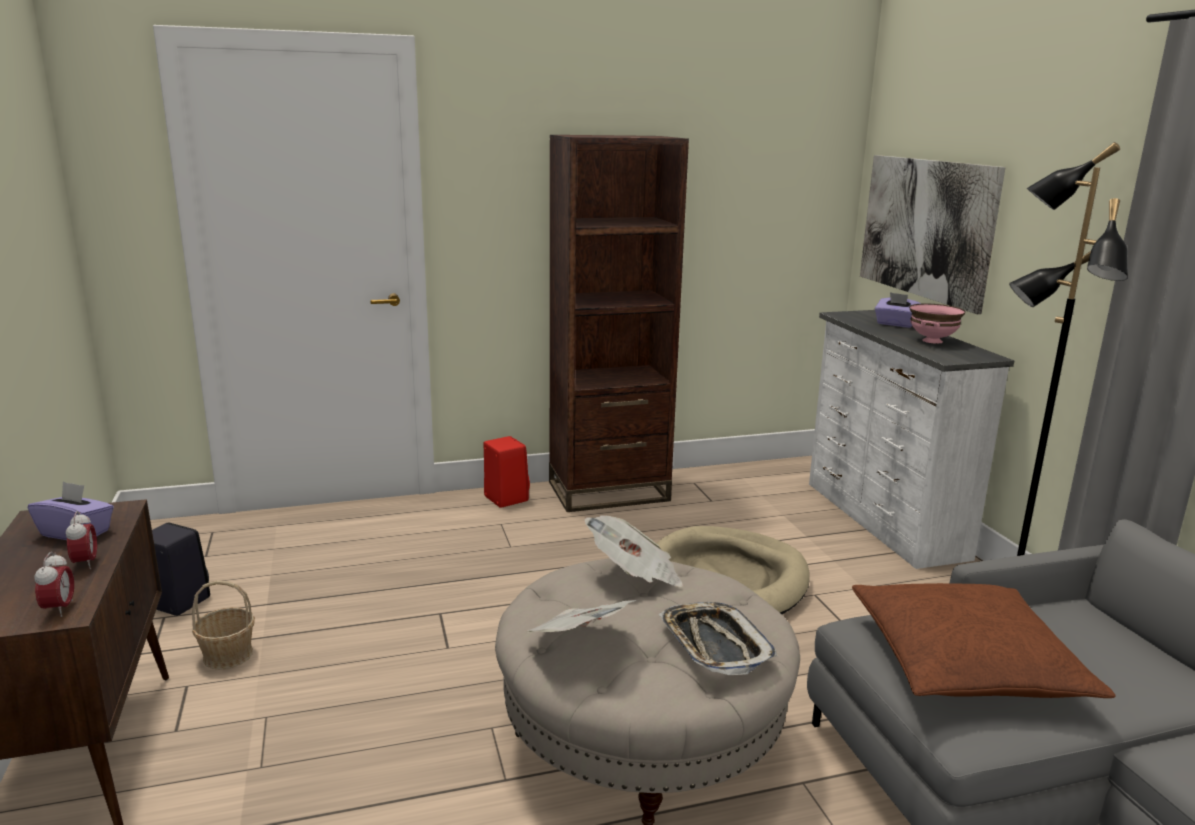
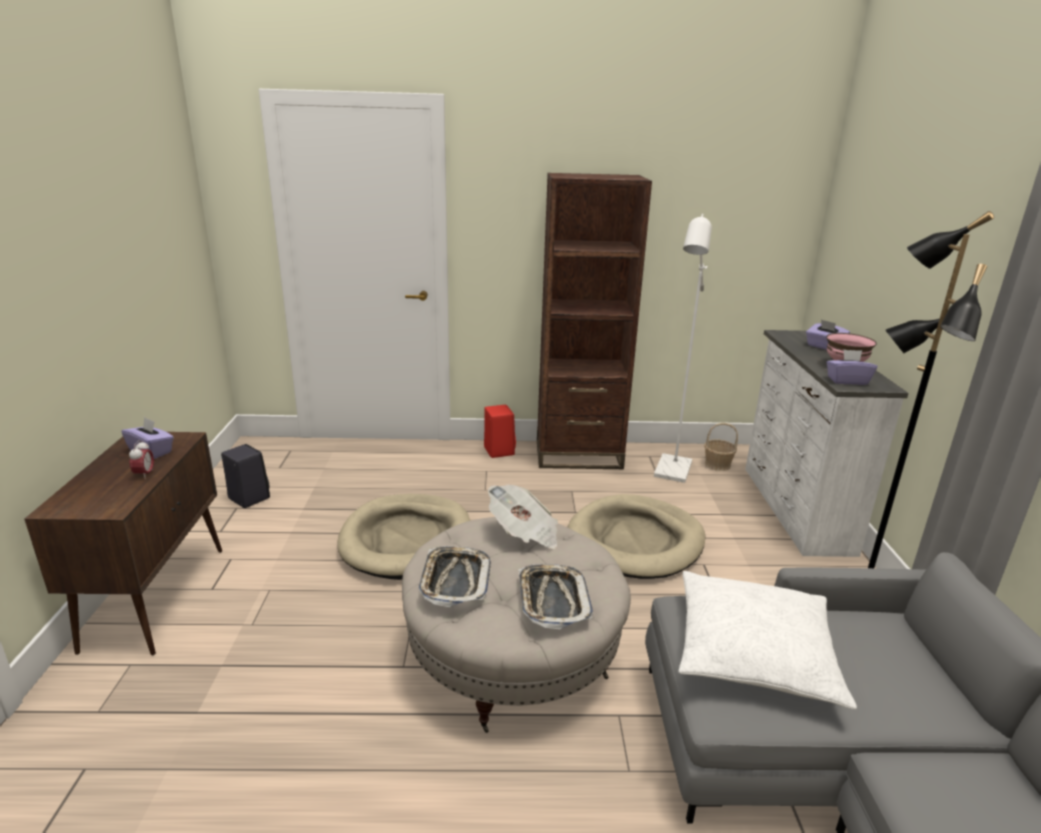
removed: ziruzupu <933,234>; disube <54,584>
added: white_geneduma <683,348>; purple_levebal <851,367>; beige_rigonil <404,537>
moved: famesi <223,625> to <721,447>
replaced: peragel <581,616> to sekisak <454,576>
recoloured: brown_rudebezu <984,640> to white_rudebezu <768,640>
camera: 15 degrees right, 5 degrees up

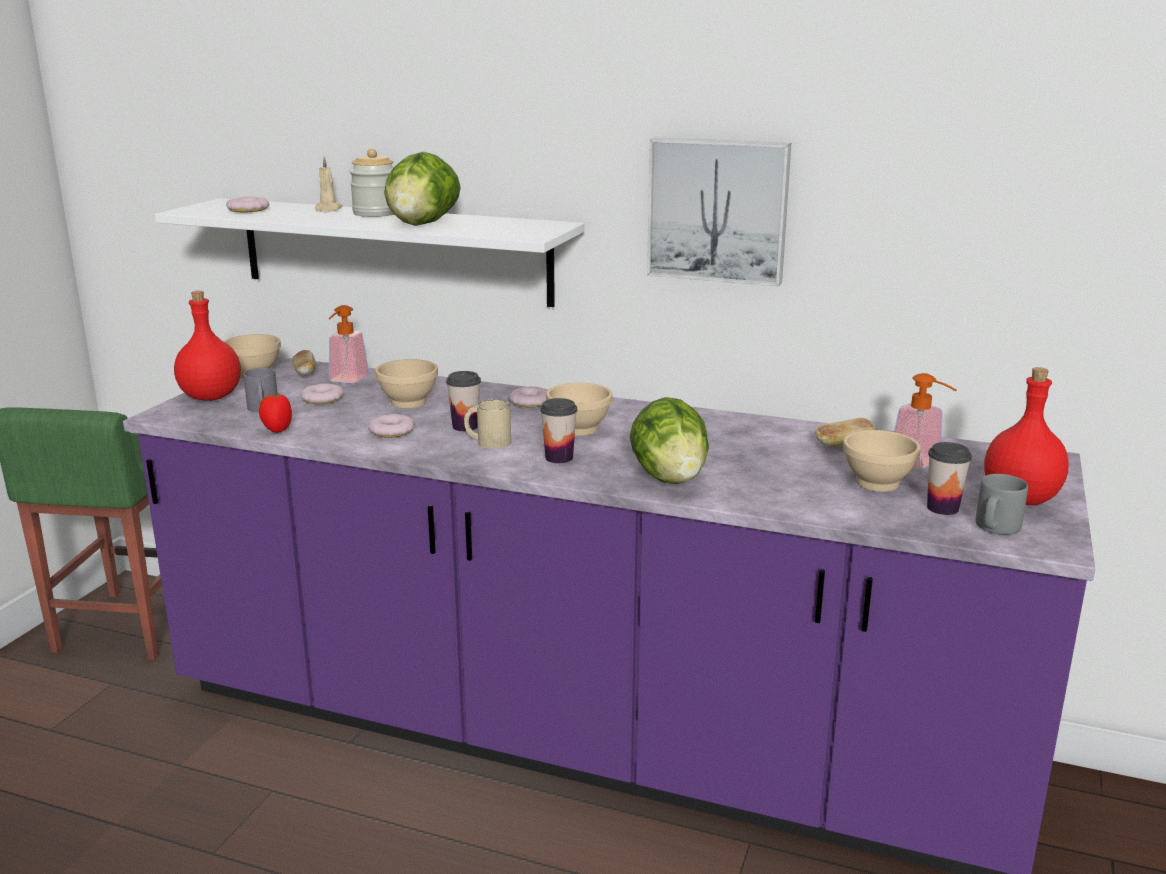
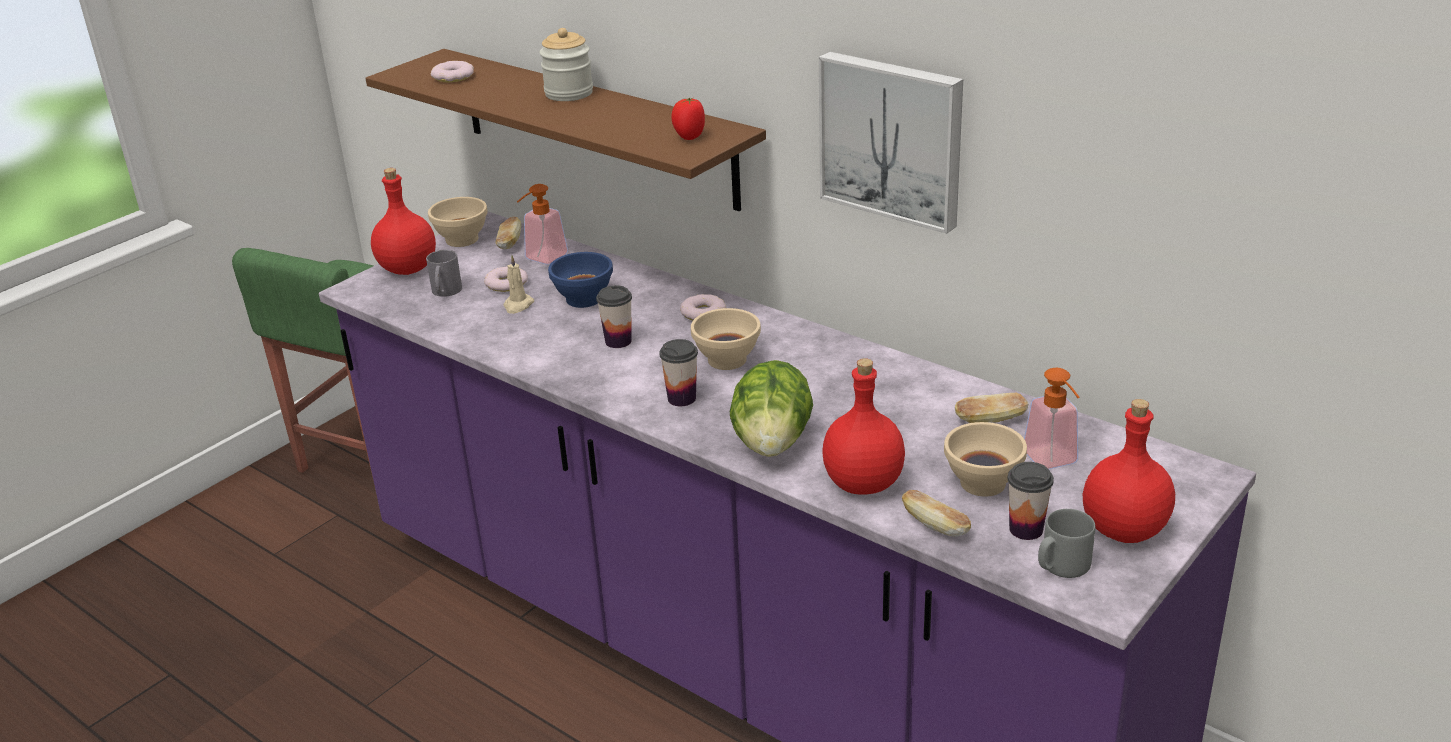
removed: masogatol <422,189>; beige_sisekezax <487,424>; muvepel <391,426>
added: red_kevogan <863,426>; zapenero <936,513>
moved: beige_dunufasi <329,184> to <518,284>; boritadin <275,413> to <688,119>
recoloured: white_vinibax <370,252> to brown_vinibax <566,130>; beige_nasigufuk <406,383> to blue_nasigufuk <580,280>
camera: 20 degrees right, 10 degrees up

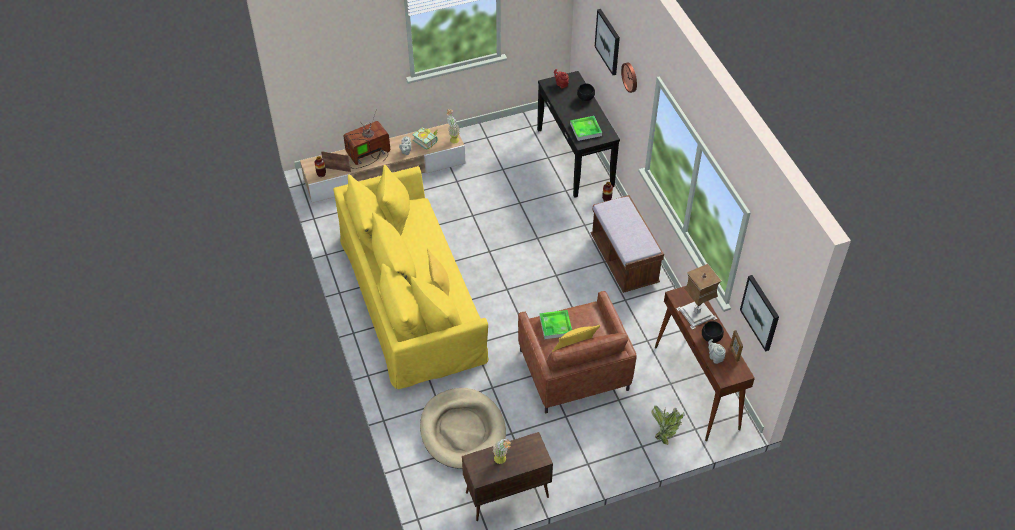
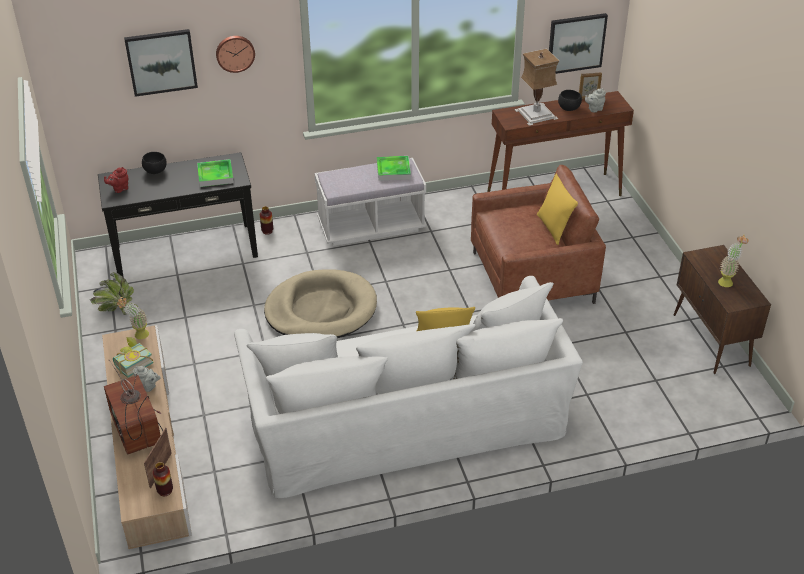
moved: sekisak <555,324> to <394,168>; beige_rigonil <463,428> to <320,303>; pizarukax <668,425> to <114,293>
recoloured: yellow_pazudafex <410,277> to white_pazudafex <408,387>; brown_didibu <627,244> to white_didibu <370,202>
camera: 85 degrees left, 10 degrees down

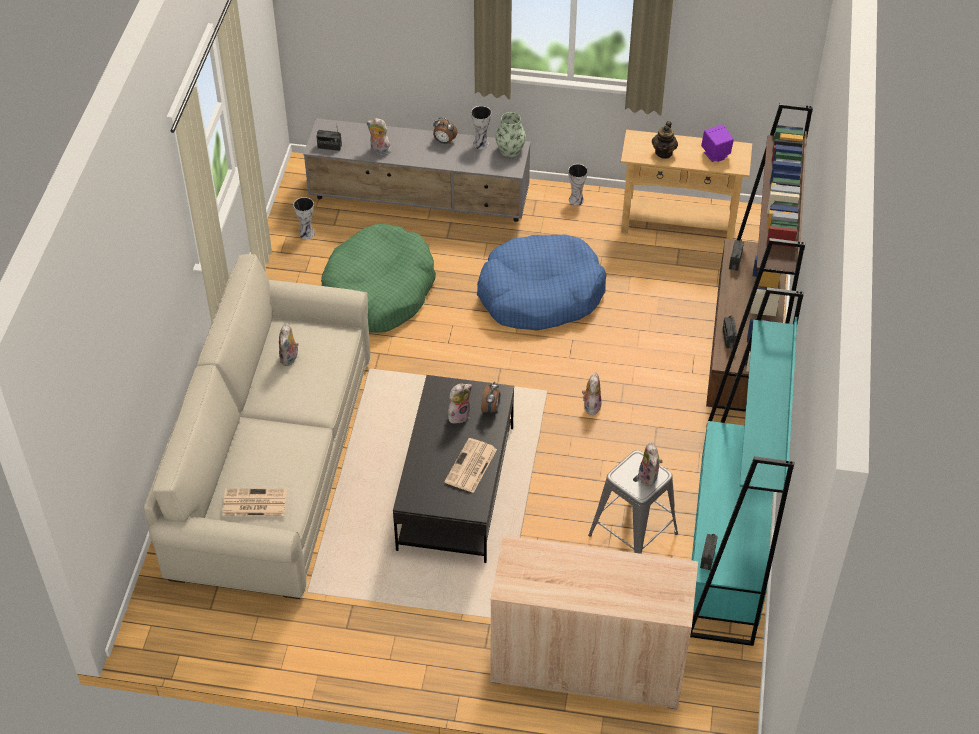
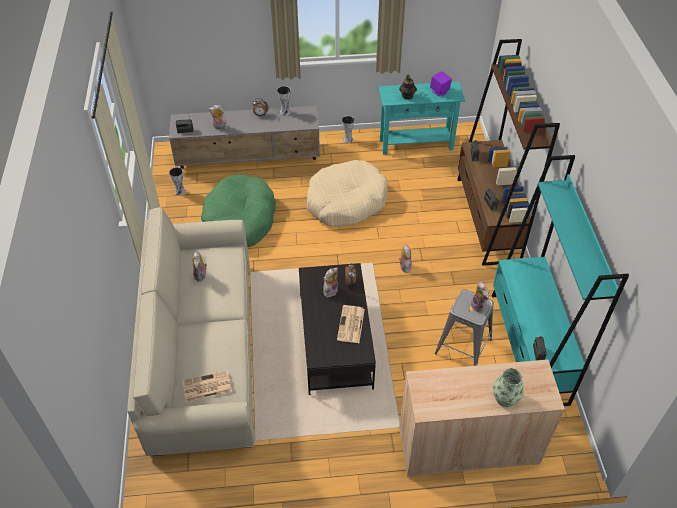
moved: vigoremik <510,134> to <508,387>
recoloured: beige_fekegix <686,185> to turquoise_fekegix <421,118>; blue_rigonil <542,282> to beige_rigonil <347,193>
camera: 15 degrees left, 0 degrees up

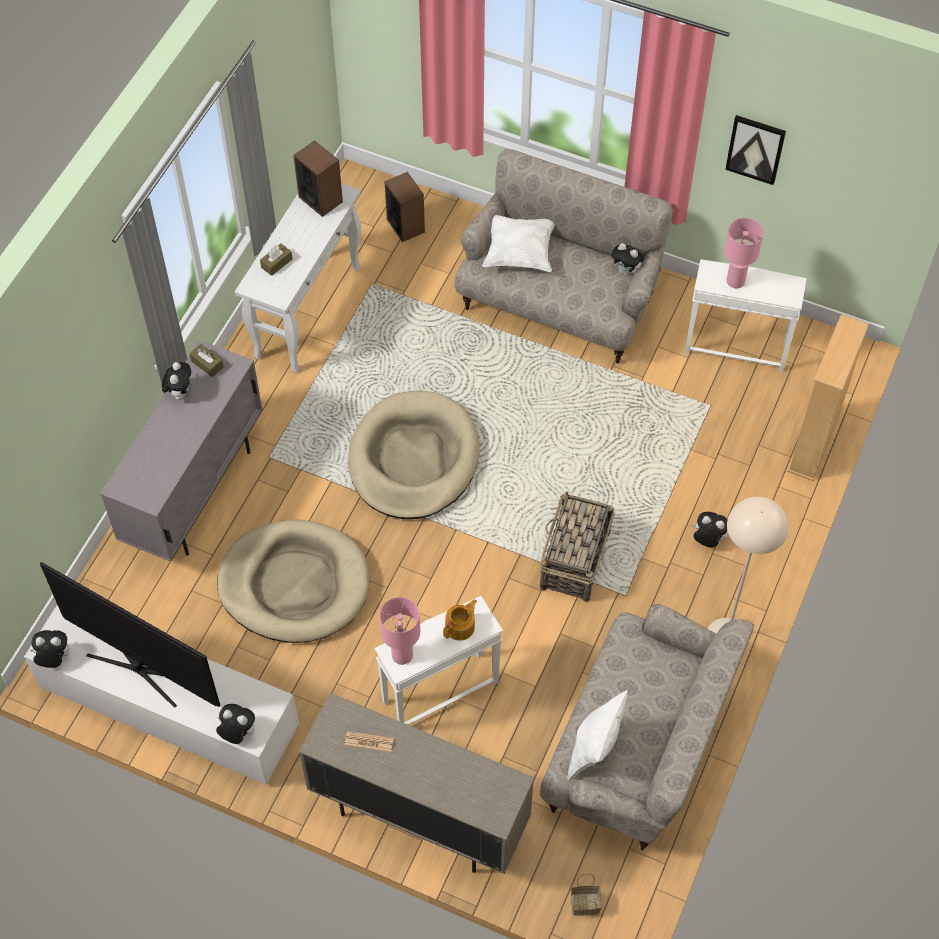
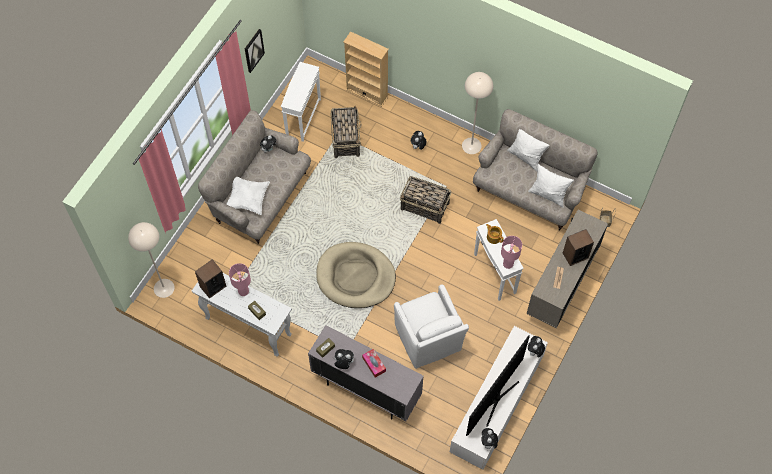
added: famesi <346,132>; white_rudebezu <528,150>; beige_geneduma <151,260>; levebal <374,363>
moved: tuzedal <404,207> to <578,247>; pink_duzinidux <744,253> to <240,279>
replaced: beige_rigonil <293,581> to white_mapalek <431,326>
camera: 85 degrees left, 5 degrees up

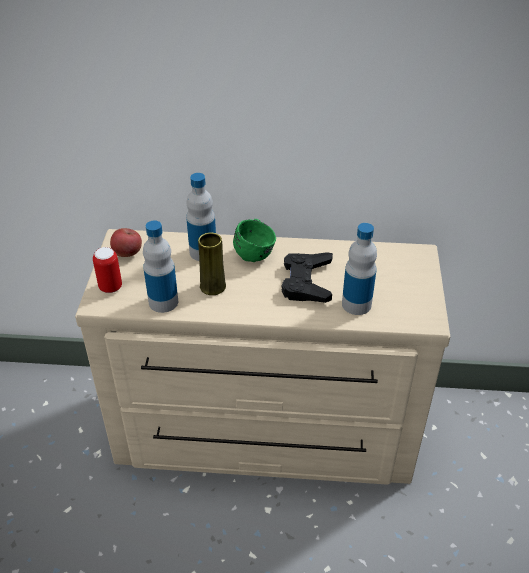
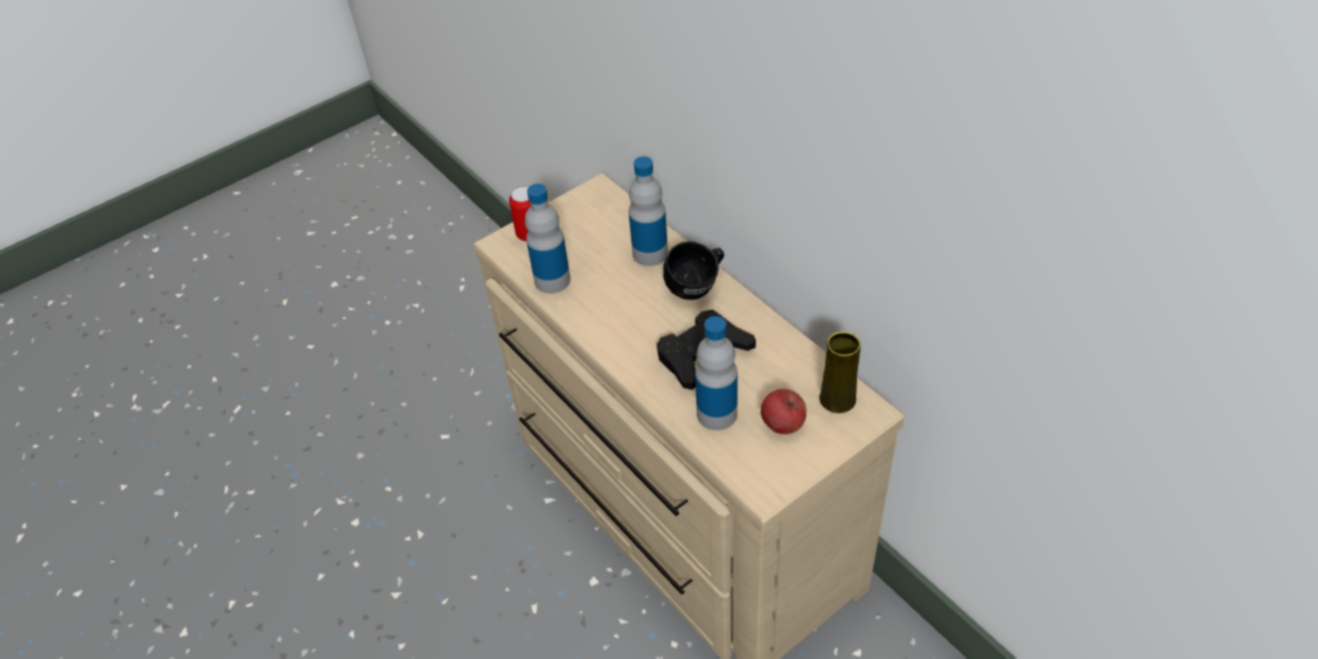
moved: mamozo <126,242> to <783,411>; yellow_vigoremik <212,264> to <840,372>
recoloured: green_sisekezax <254,240> to black_sisekezax <693,270>
camera: 50 degrees right, 5 degrees up

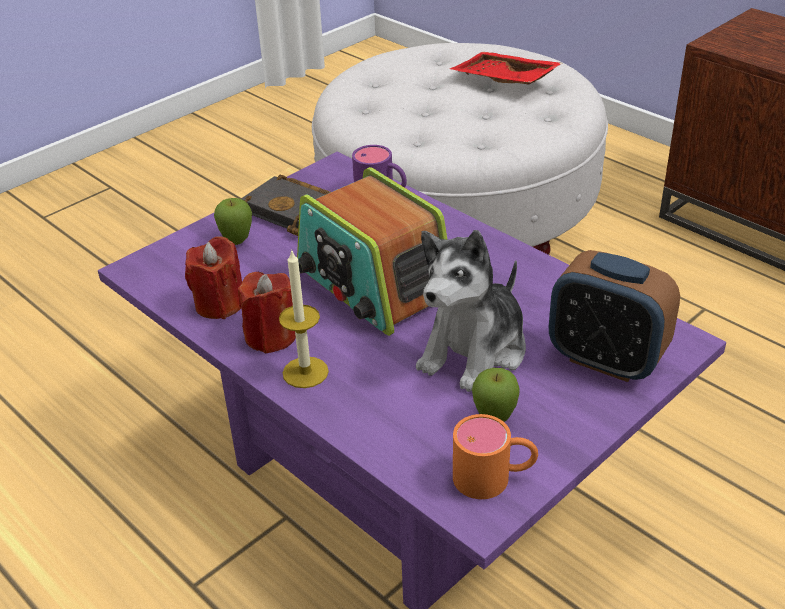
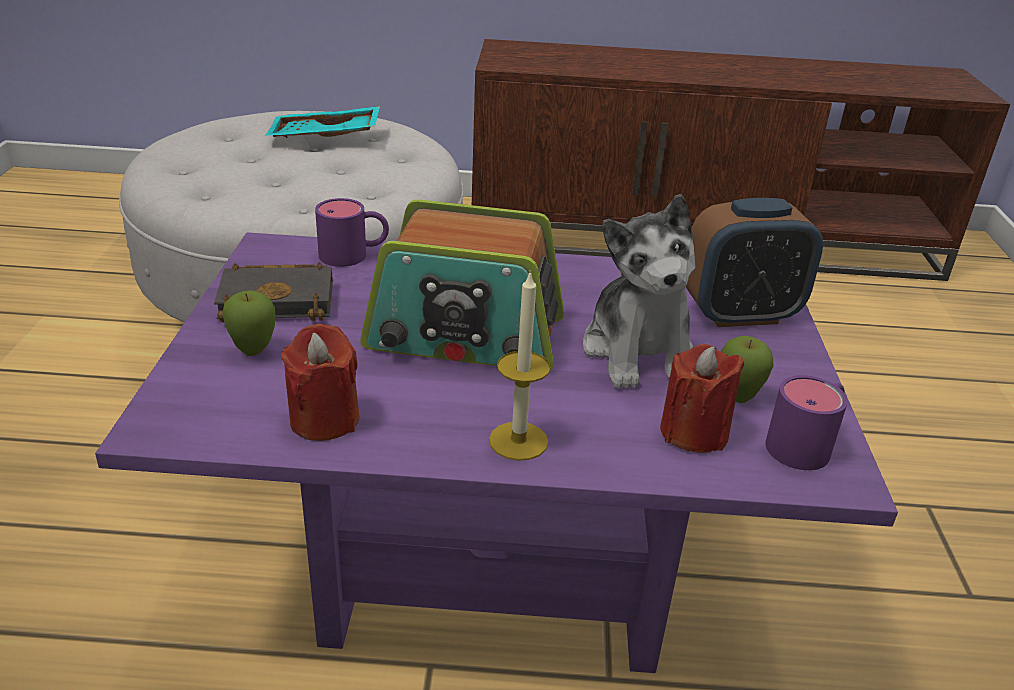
moved: red_dunufasi <267,312> to <702,398>
recoloured: red_sekisak <506,68> to turquoise_sekisak <322,122>; orange_sisekezax <495,456> to purple_sisekezax <806,422>
camera: 45 degrees left, 5 degrees down

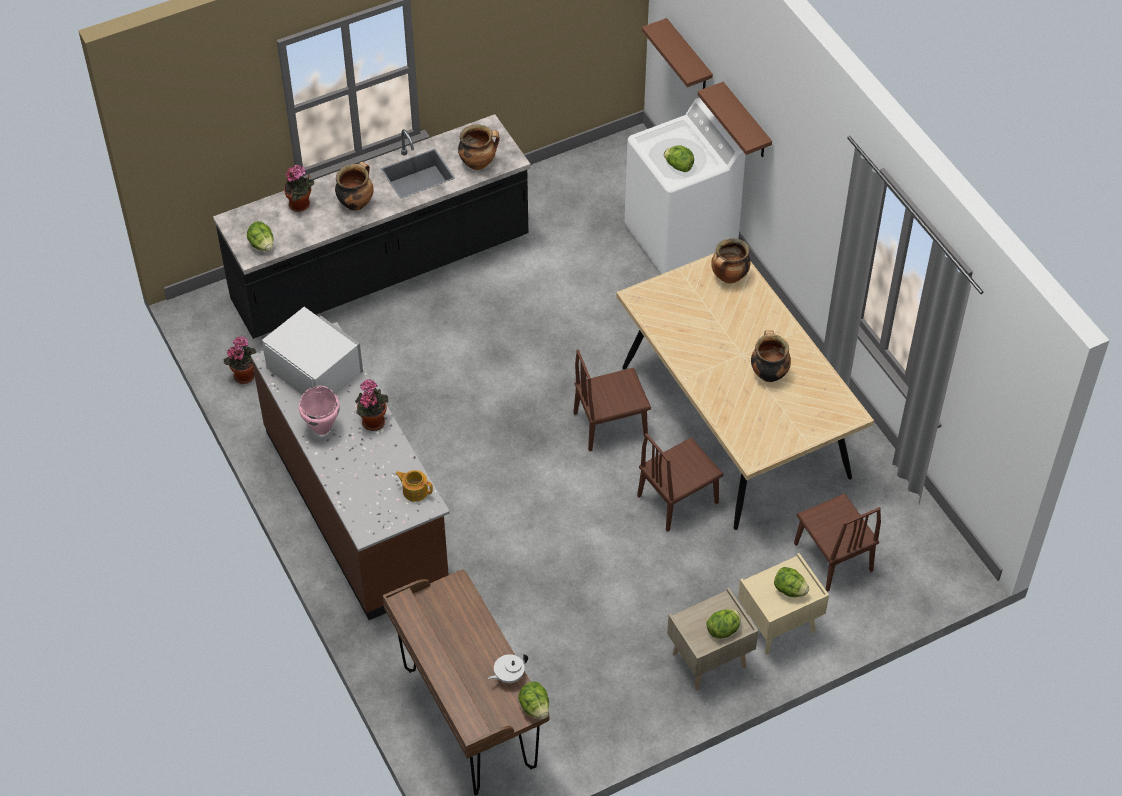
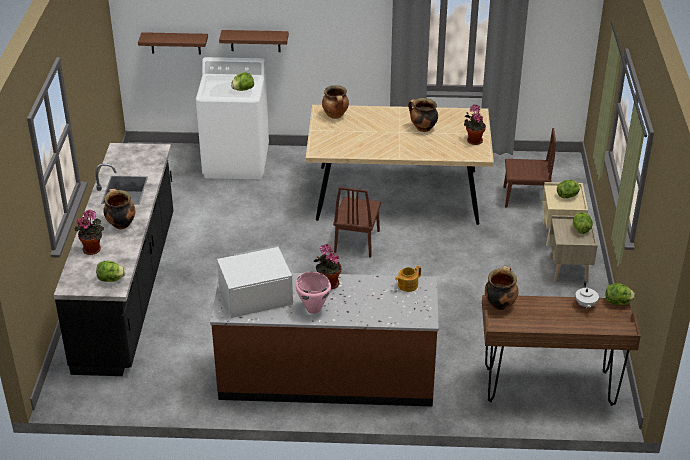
removed: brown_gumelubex <680,482>
moved: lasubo <479,147> to <502,288>; pizarukax <239,360> to <475,125>
camera: 60 degrees left, 15 degrees down

